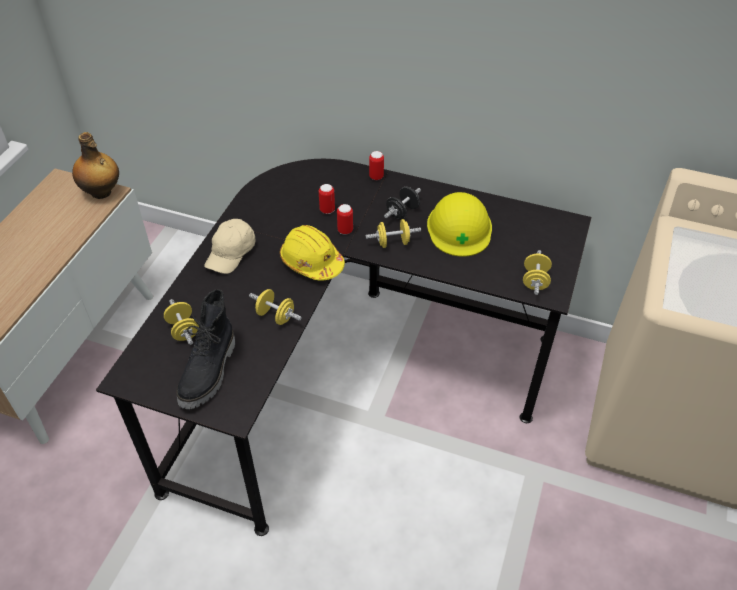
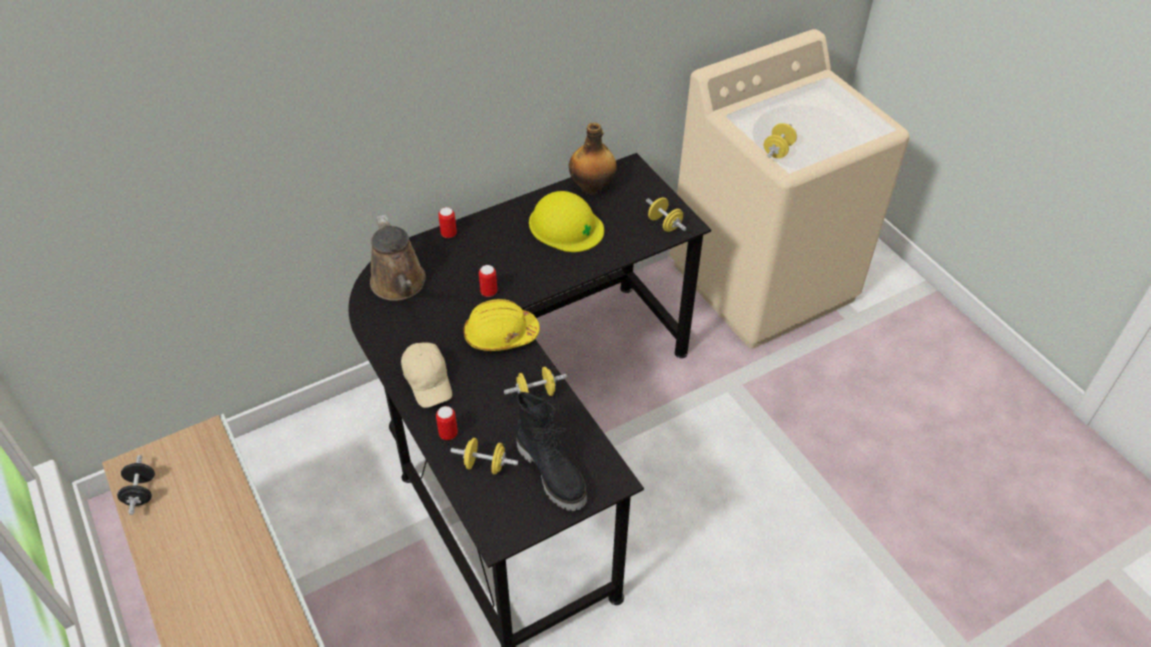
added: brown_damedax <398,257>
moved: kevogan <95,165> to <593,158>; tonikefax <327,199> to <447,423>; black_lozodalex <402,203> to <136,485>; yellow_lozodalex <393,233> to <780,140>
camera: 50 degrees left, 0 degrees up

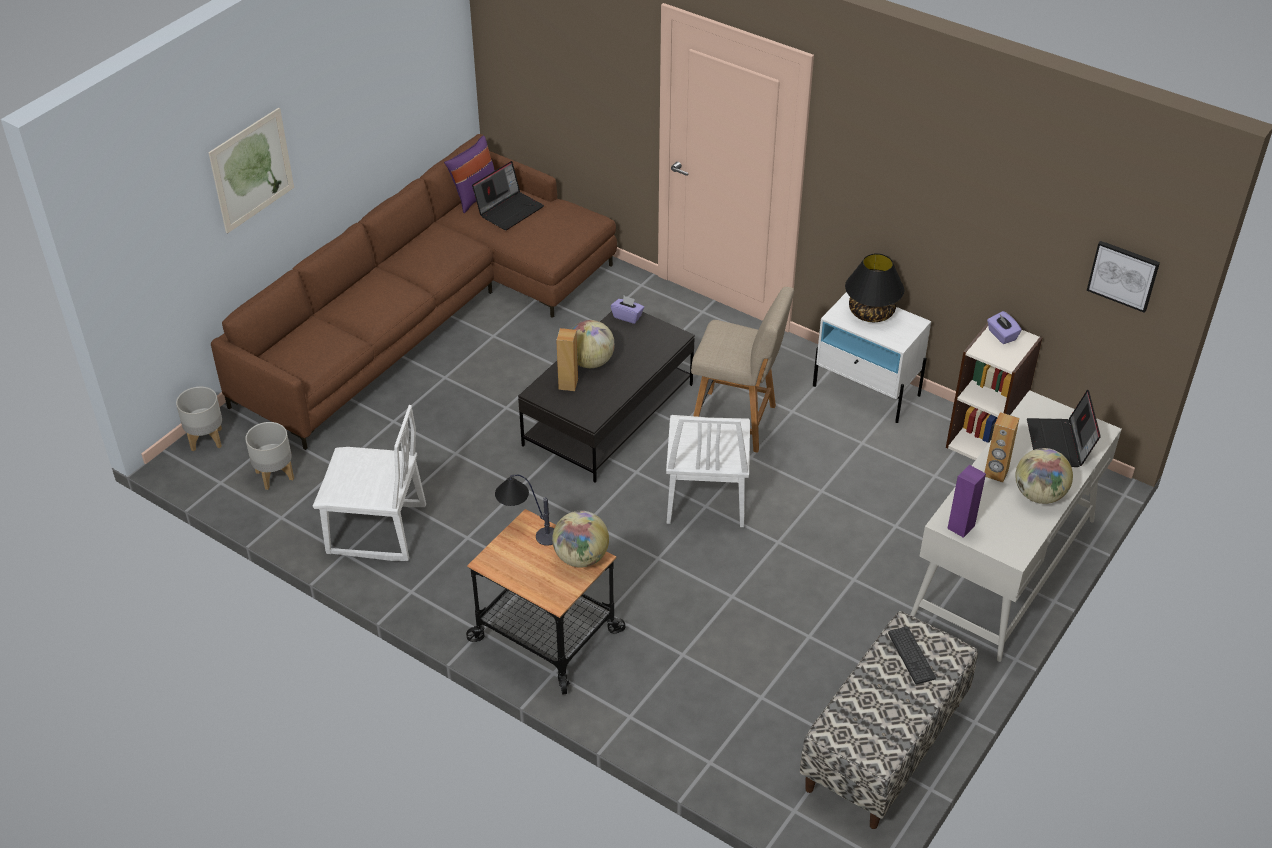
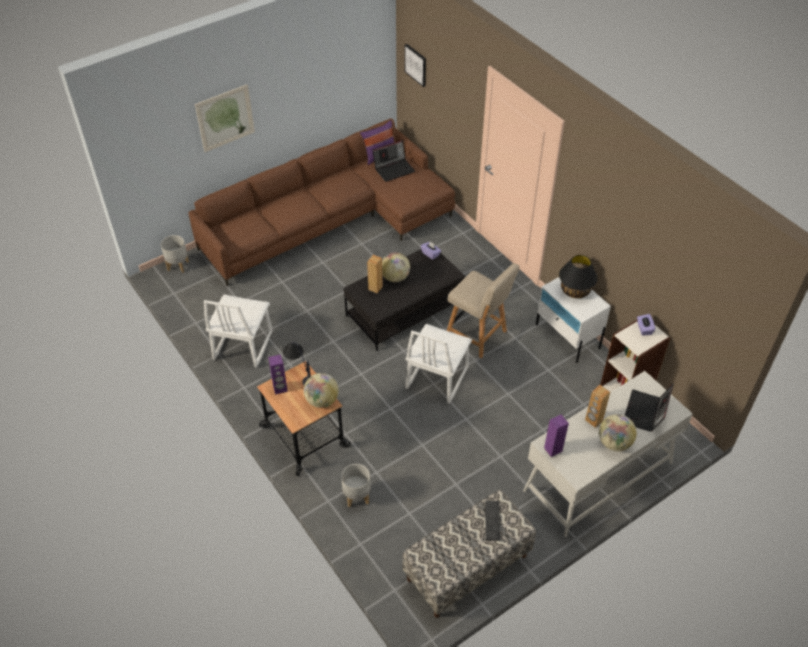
added: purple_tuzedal <278,374>
moved: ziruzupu <1123,277> to <415,65>; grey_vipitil <269,456> to <356,485>
turned: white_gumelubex <369,483> = <238,331> 75 degrees clockwise
camera: 20 degrees right, 5 degrees up

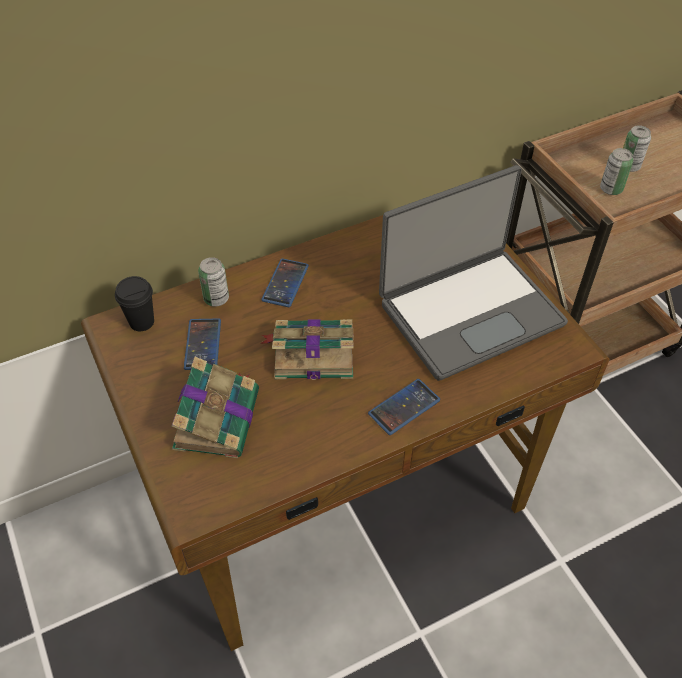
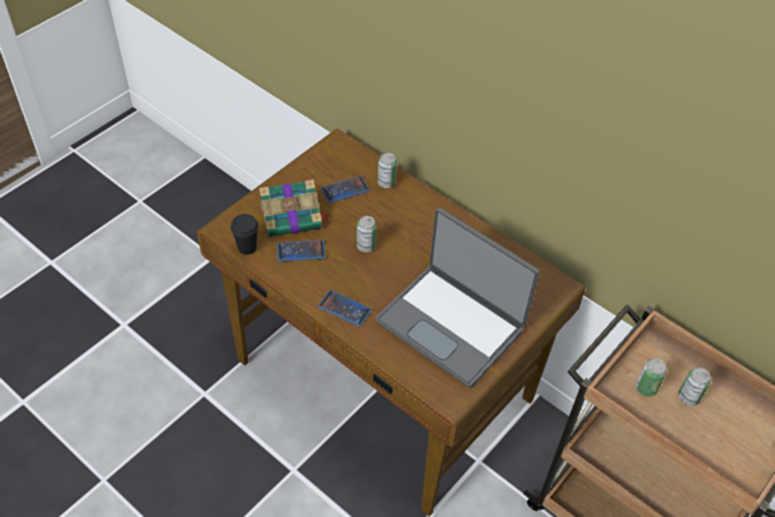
moved: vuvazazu <285,282> to <301,251>; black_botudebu <134,303> to <245,234>
replaced: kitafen <307,349> to tonikefax <366,234>
camera: 65 degrees right, 0 degrees up

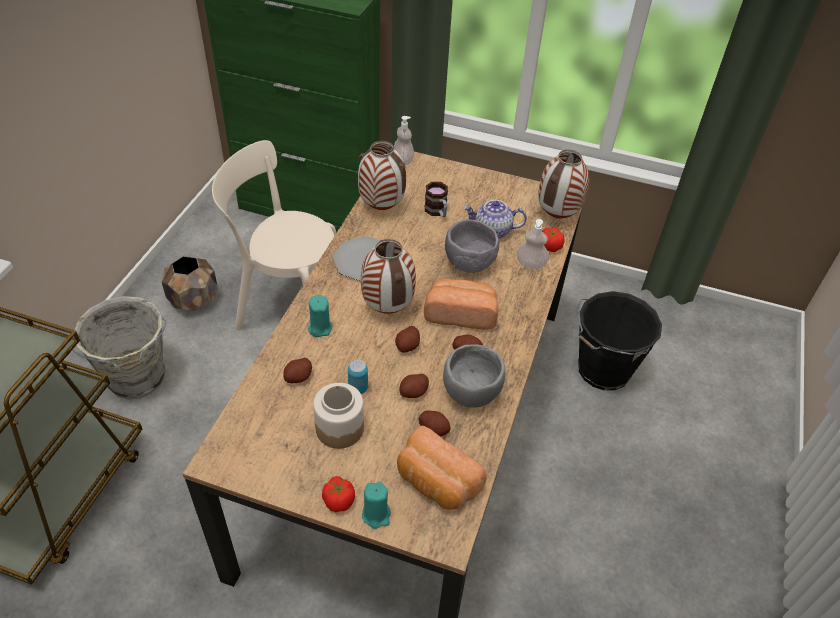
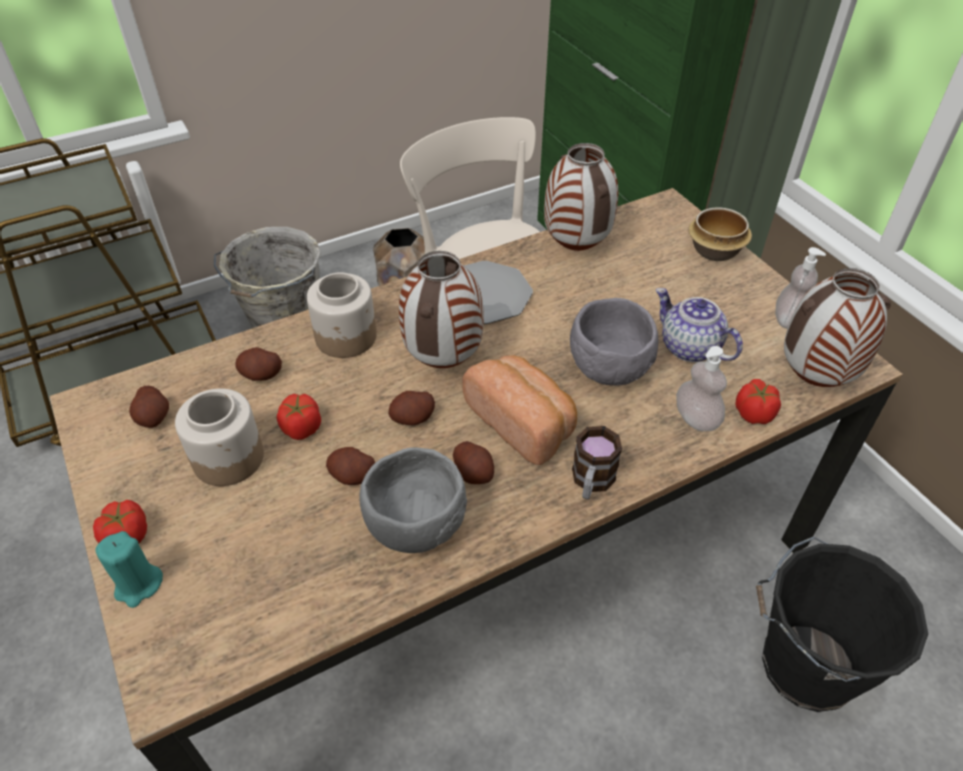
removed: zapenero <442,467>
added: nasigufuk <720,234>
moved: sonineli <404,140> to <800,288>; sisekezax <436,199> to <597,462>; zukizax <435,423> to <149,407>
replaced: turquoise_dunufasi <320,316> to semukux <342,315>; tonikefax <358,377> to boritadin <299,417>
camera: 45 degrees right, 0 degrees up

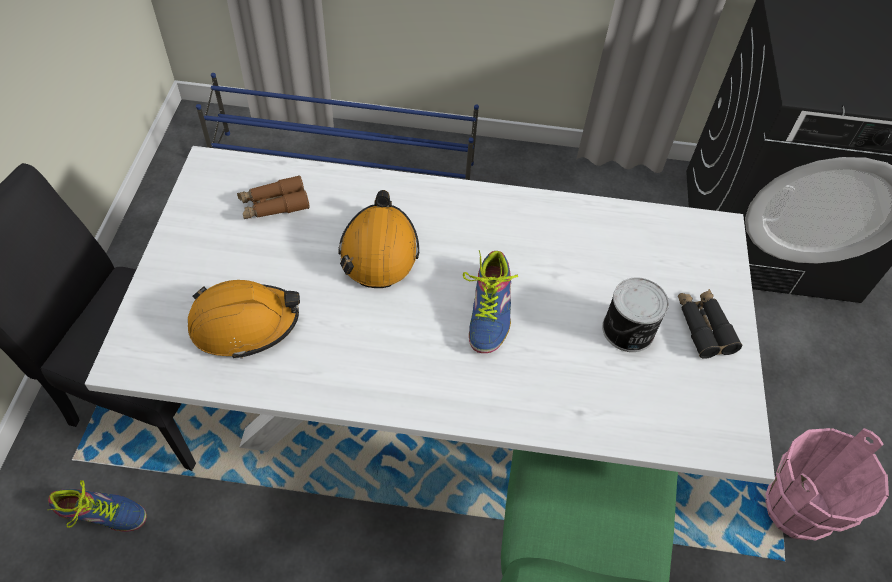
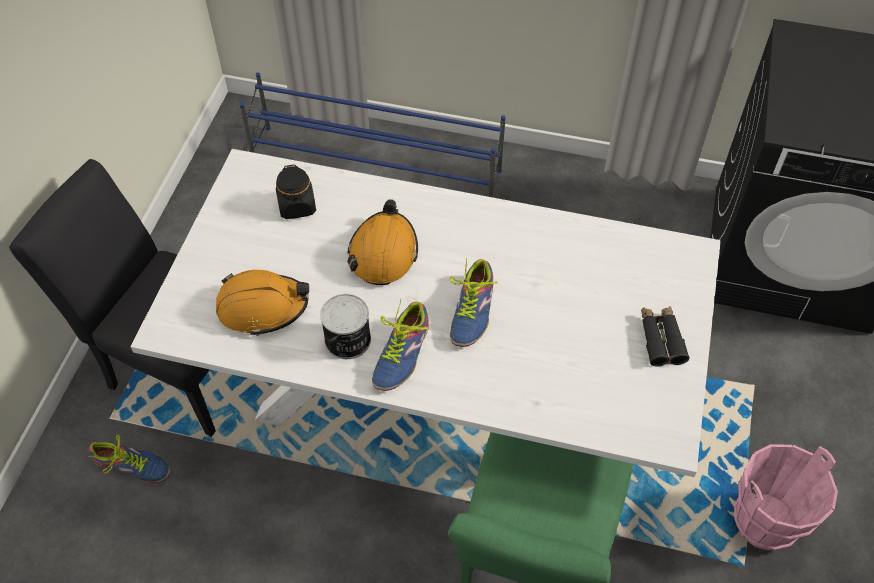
added: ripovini <400,345>
moved: tonikefax <635,314> to <345,326>
replaced: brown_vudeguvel <273,197> to black_semukux <296,191>
camera: 10 degrees right, 0 degrees up

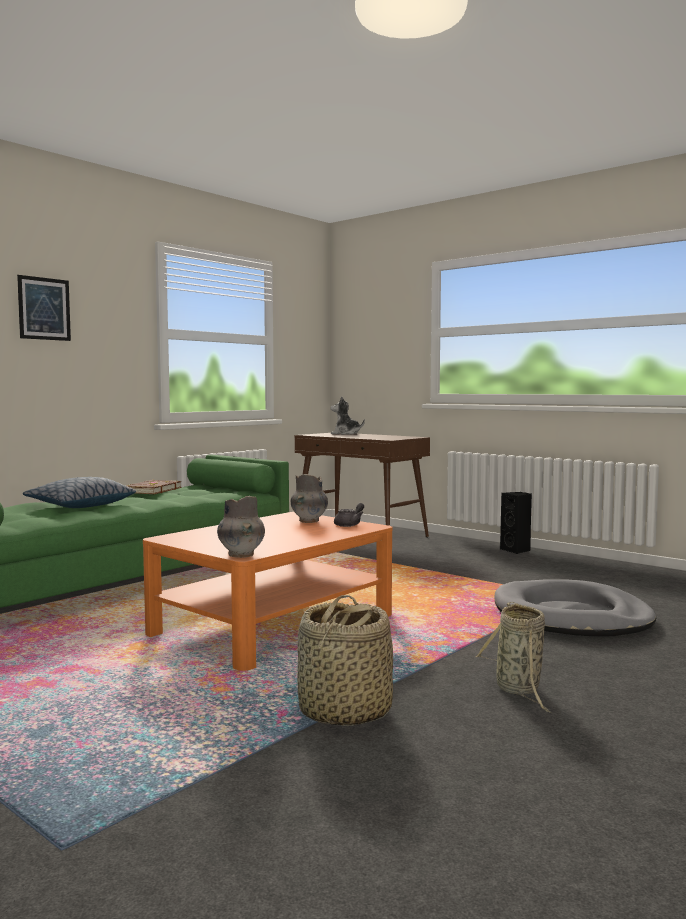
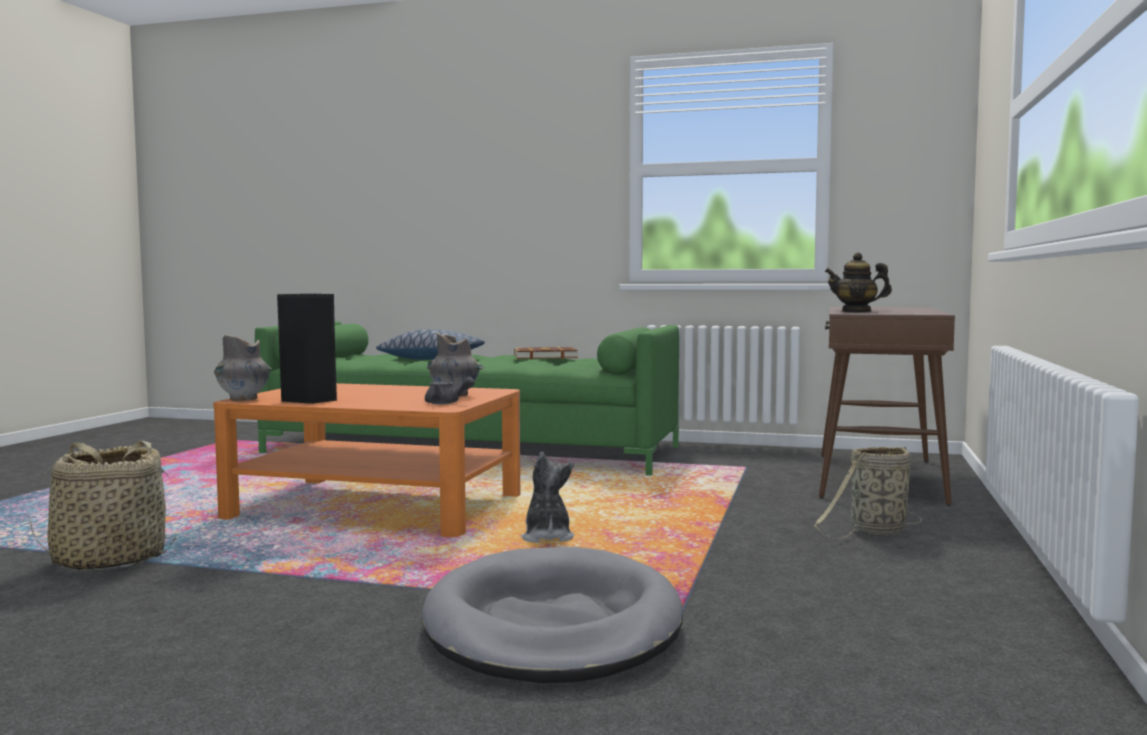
removed: ziruzupu <44,308>
added: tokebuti <858,282>
moved: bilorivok <348,415> to <547,497>; black_tuzedal <516,523> to <307,349>; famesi <513,657> to <868,492>
camera: 65 degrees right, 0 degrees up

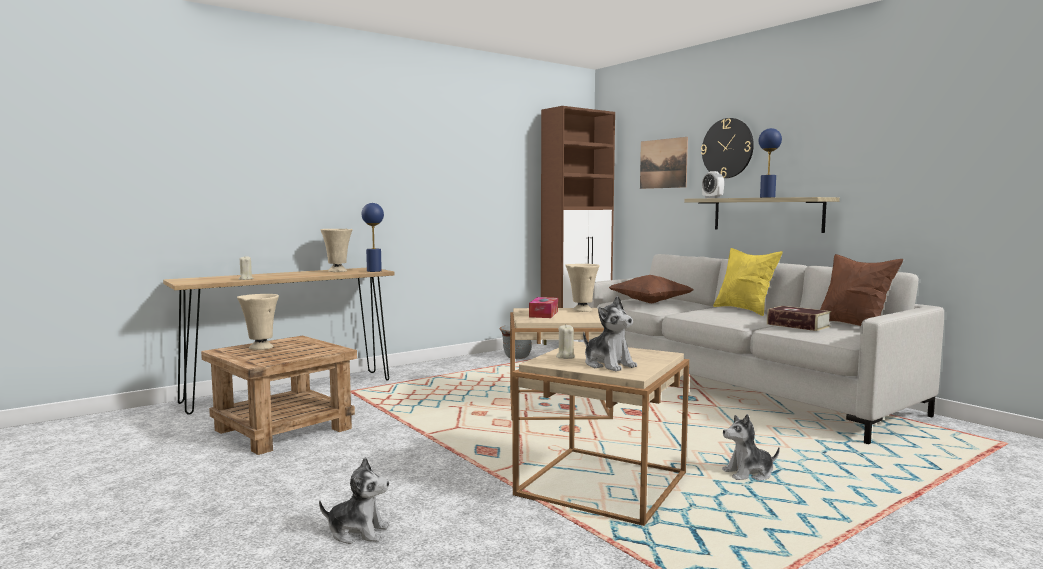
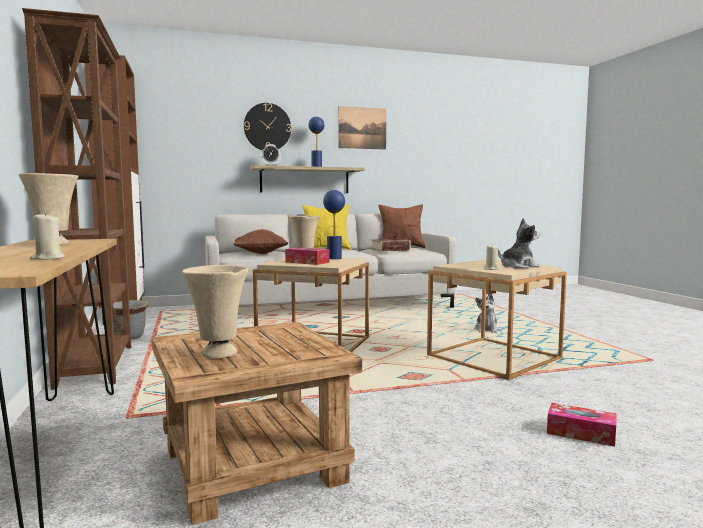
added: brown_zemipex <76,199>
moved: ziruzupu <664,163> to <362,128>; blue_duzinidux <372,237> to <334,224>
replaced: bilorivok <354,500> to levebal <582,425>
camera: 70 degrees left, 0 degrees up

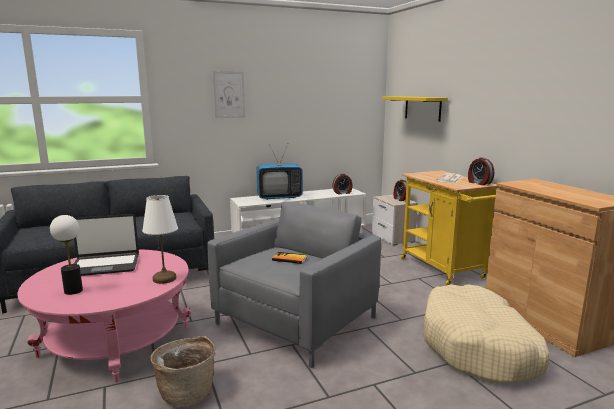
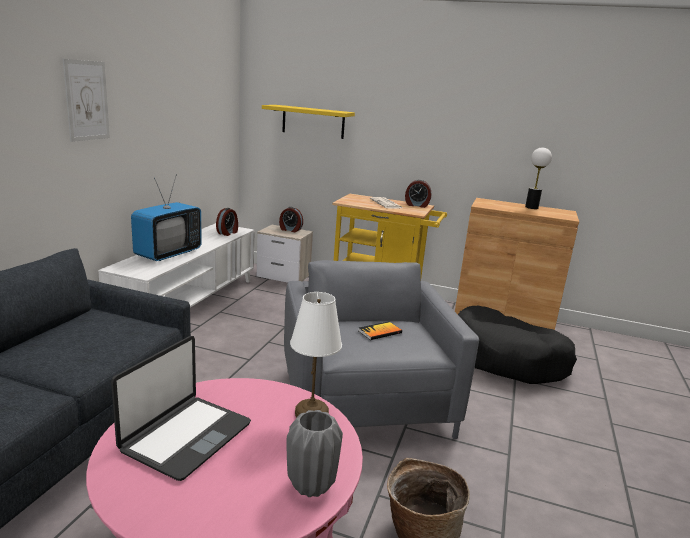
added: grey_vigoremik <314,453>
moved: duzinidux <66,255> to <538,178>
recoloured: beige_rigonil <486,333> to black_rigonil <517,345>
camera: 50 degrees left, 5 degrees up

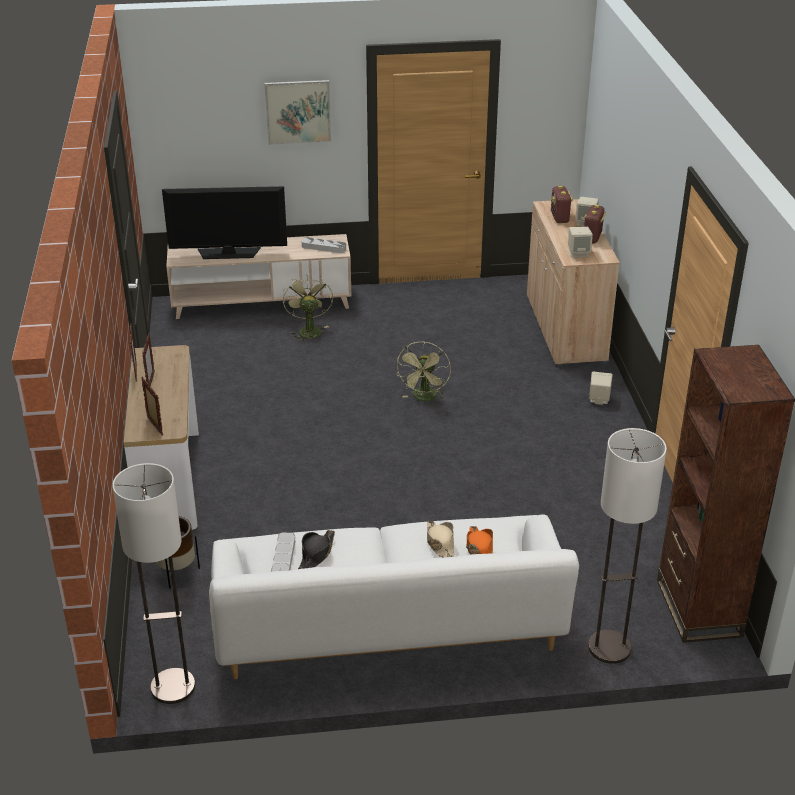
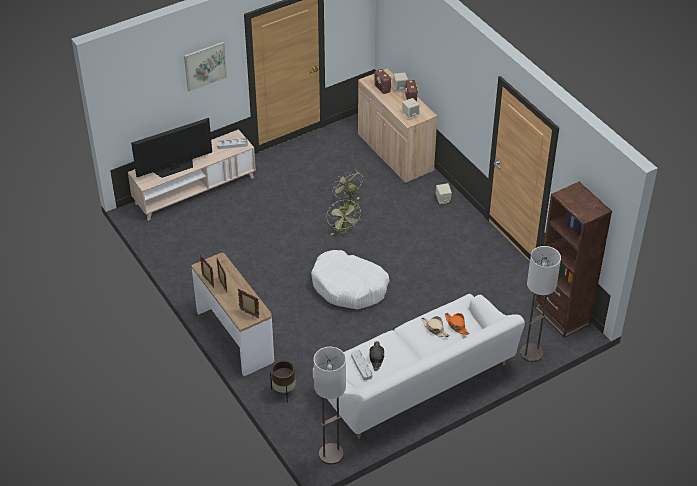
added: white_rigonil <350,279>
moved: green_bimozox <308,308> to <347,191>
camera: 25 degrees left, 10 degrees up

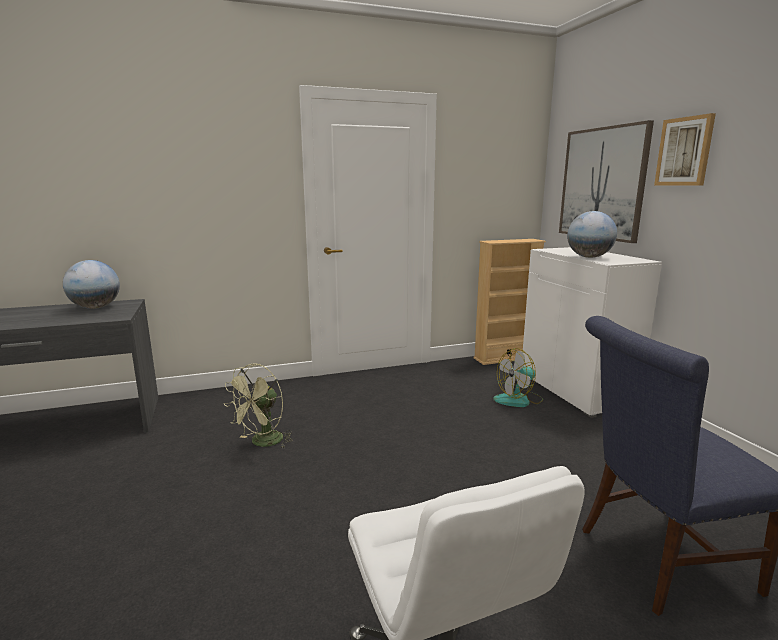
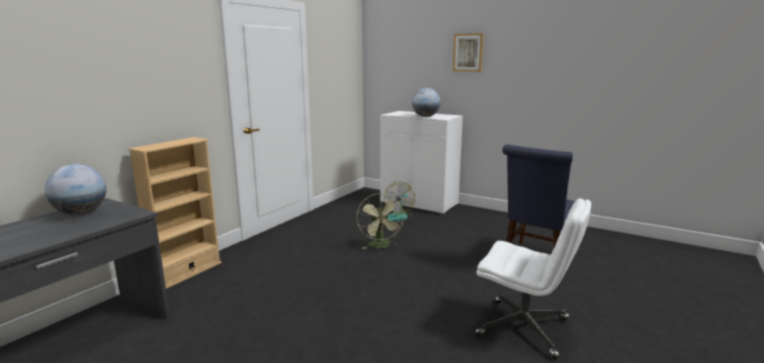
removed: ziruzupu <606,181>
moved: beige_zemipex <510,302> to <175,213>; green_bimozox <258,406> to <380,221>
camera: 40 degrees left, 0 degrees up

